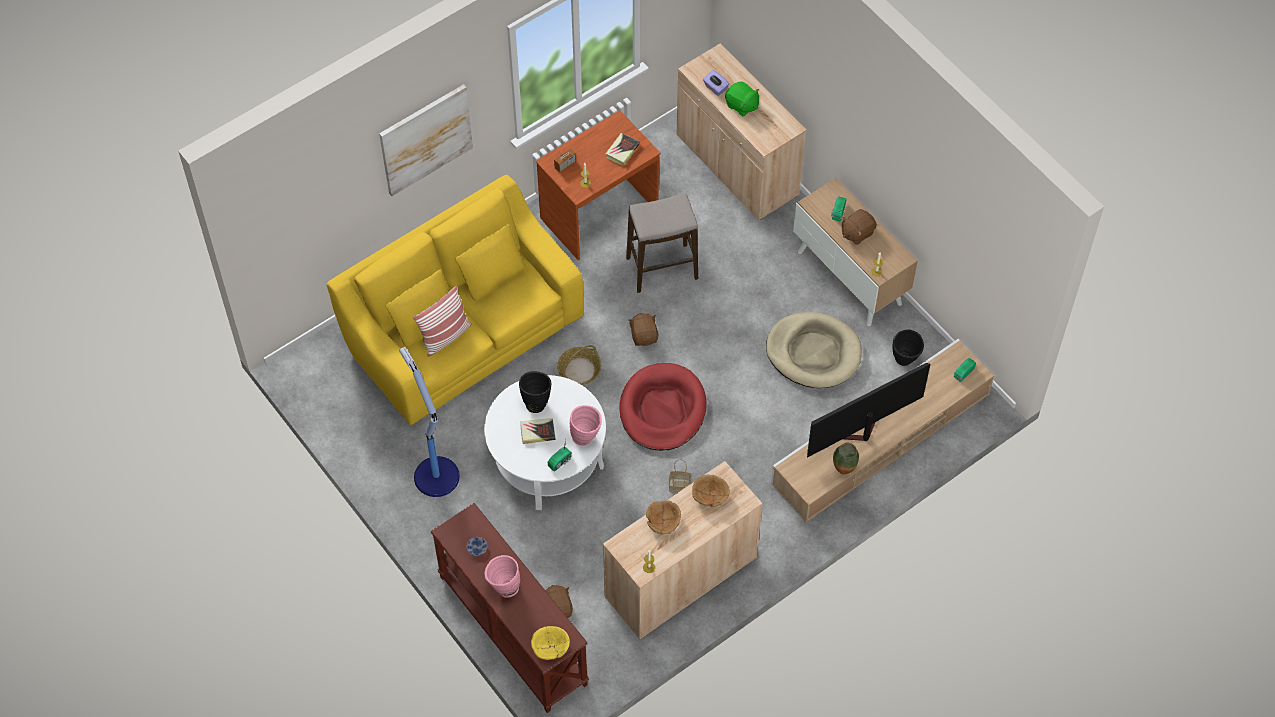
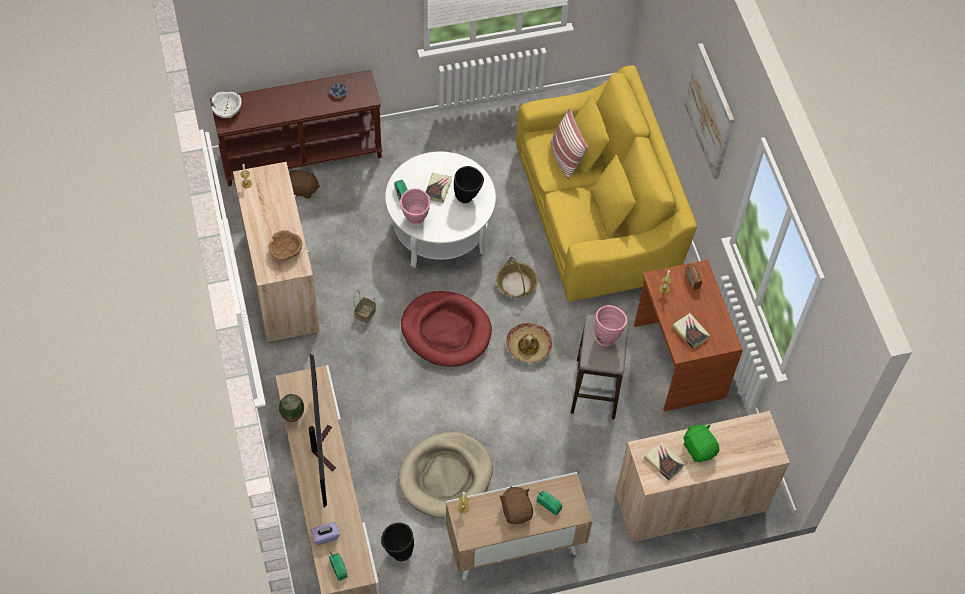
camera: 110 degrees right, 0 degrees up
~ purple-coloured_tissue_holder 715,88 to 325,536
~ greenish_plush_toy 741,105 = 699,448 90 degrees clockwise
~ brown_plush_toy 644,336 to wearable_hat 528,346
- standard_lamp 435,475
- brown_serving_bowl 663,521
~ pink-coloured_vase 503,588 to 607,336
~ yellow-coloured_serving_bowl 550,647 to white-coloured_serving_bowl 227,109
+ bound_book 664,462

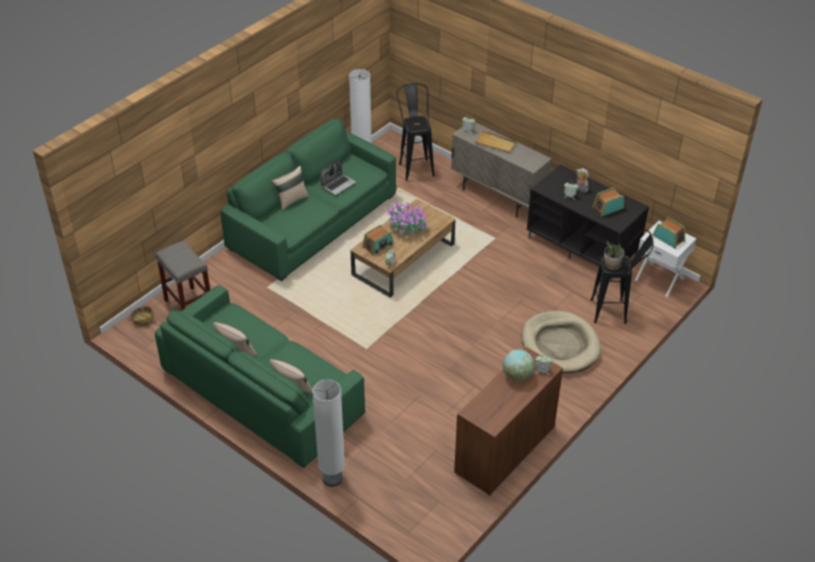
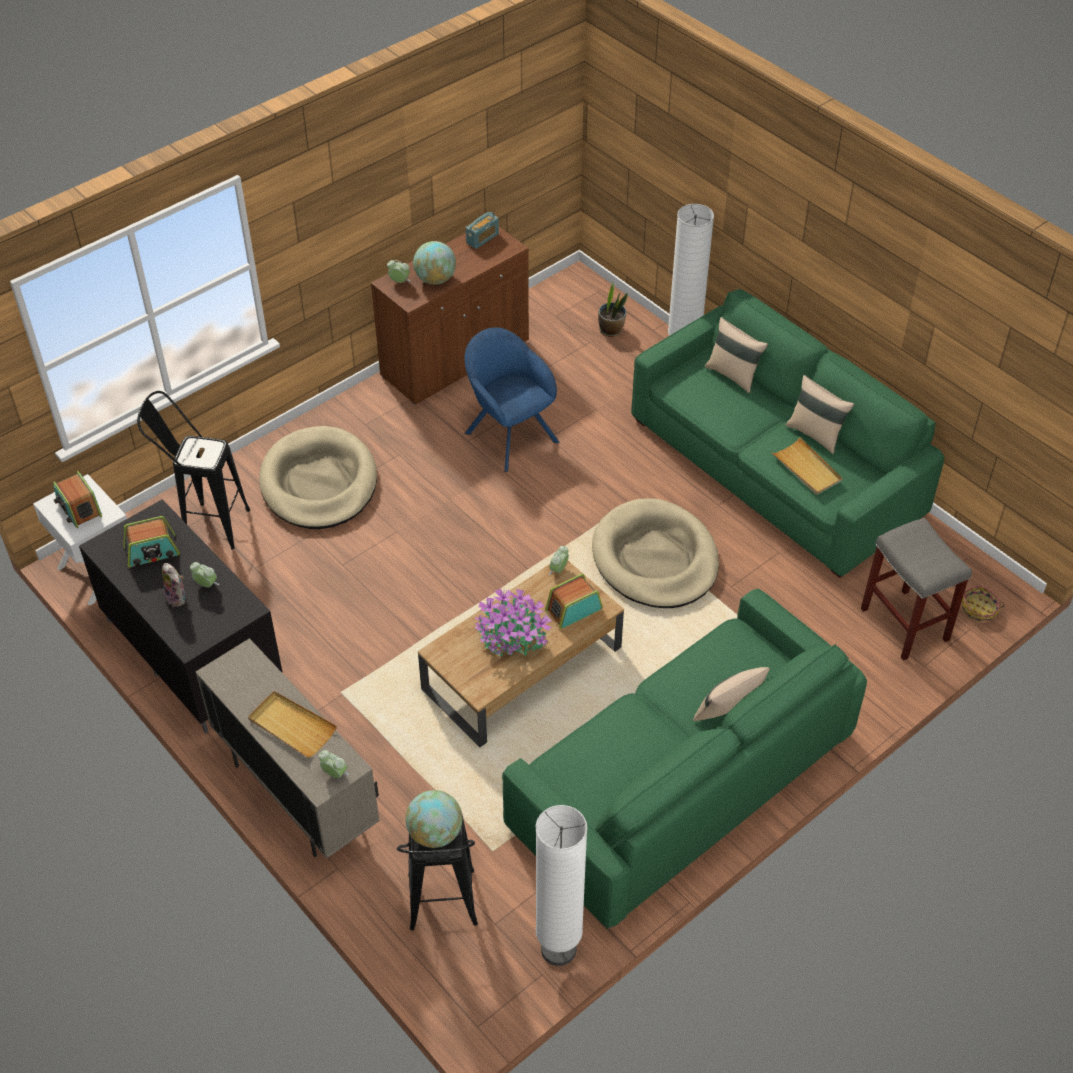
camera: 170 degrees left, 5 degrees up
- notebook_computer 338,184
~ plant_in_a_pot 612,265 to 611,330
+ radio_receiver 482,238
+ blue_armchair 509,434
+ beige-coloured_serving_tray 806,469
+ beige-coloured_pet_bed 655,559
+ world_globe 435,833

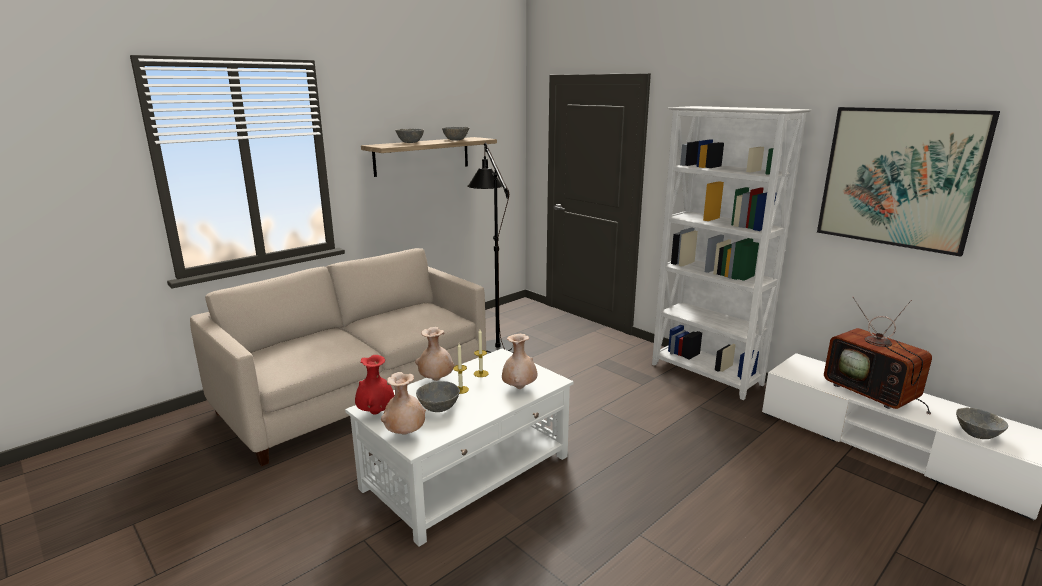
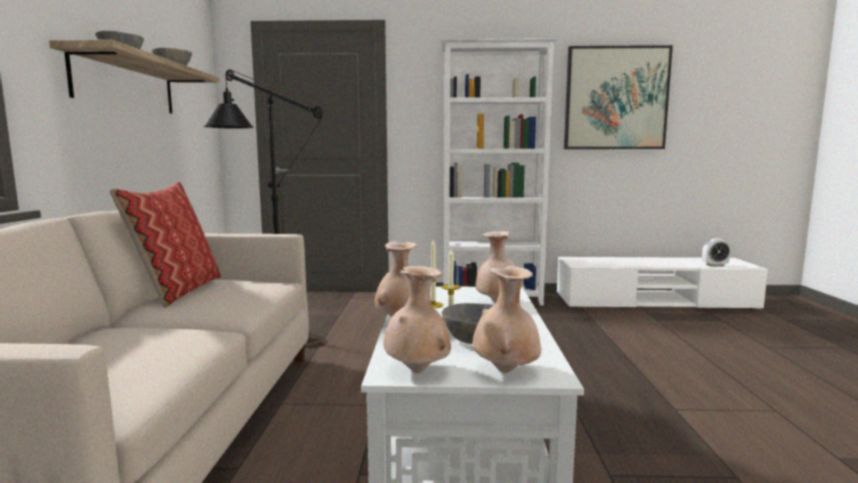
camera: 45 degrees left, 10 degrees down
- television 874,393
~ reddish_vase 376,413 to beige-coloured_vase 417,371
~ grey_serving_bowl 977,434 to bedside_clock 715,265
+ pillow 177,291

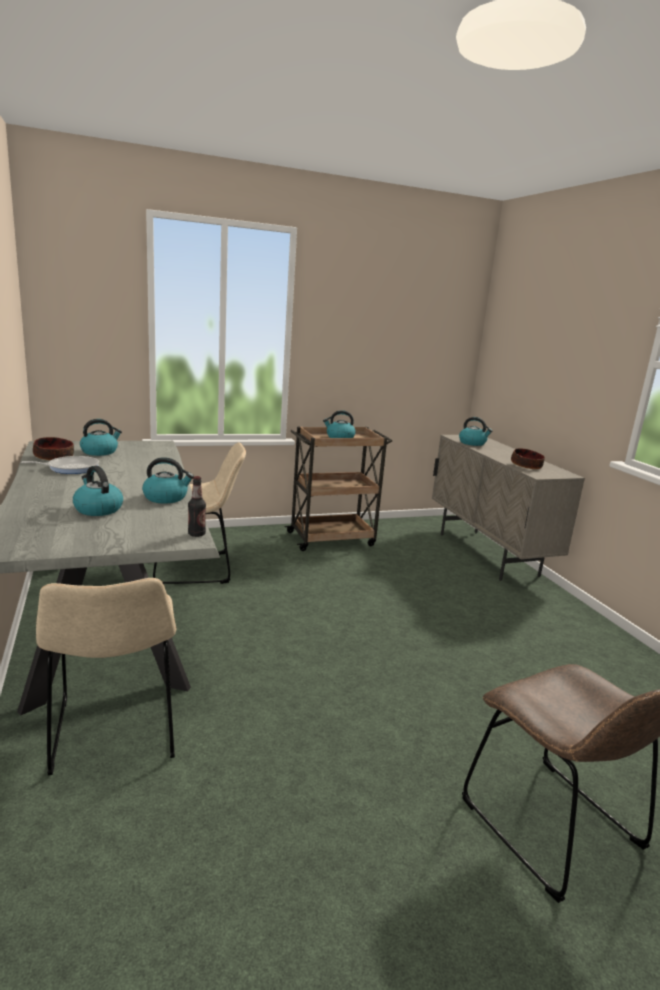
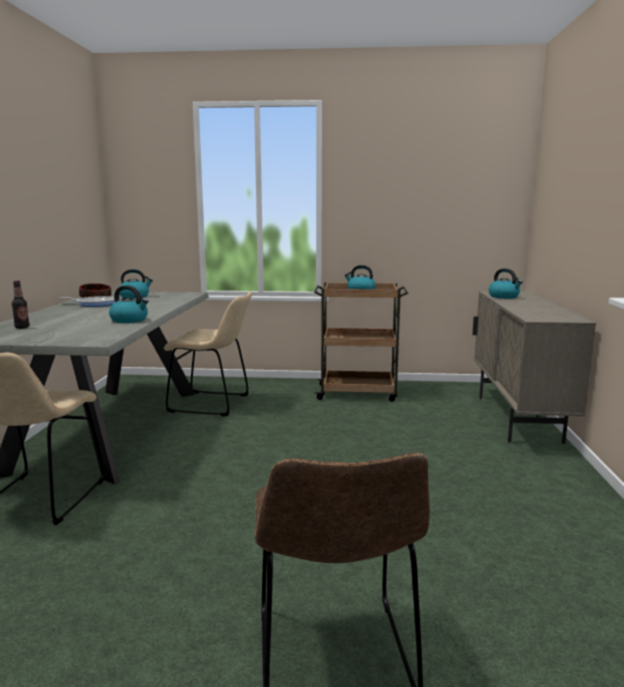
camera: 25 degrees right, 5 degrees down
- serving_bowl 526,466
- tea_kettle 97,509
~ drink_bottle 196,534 to 22,327

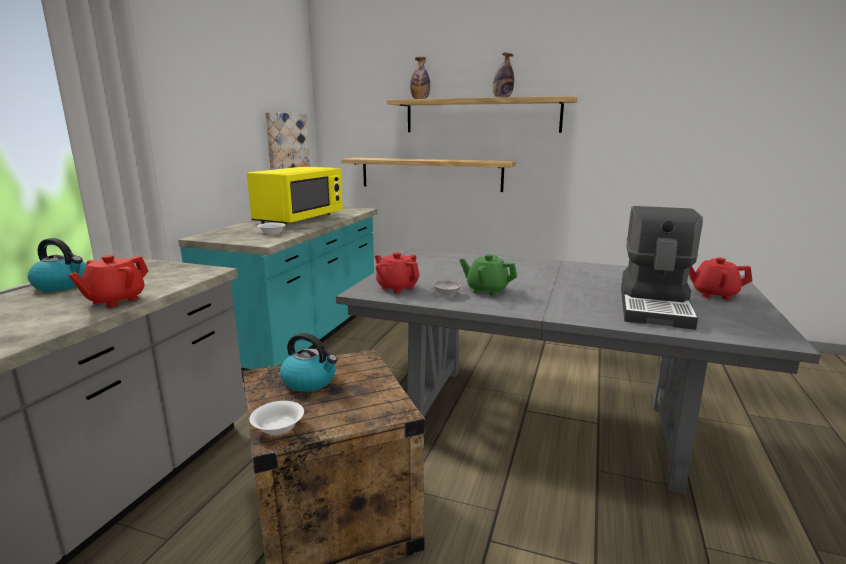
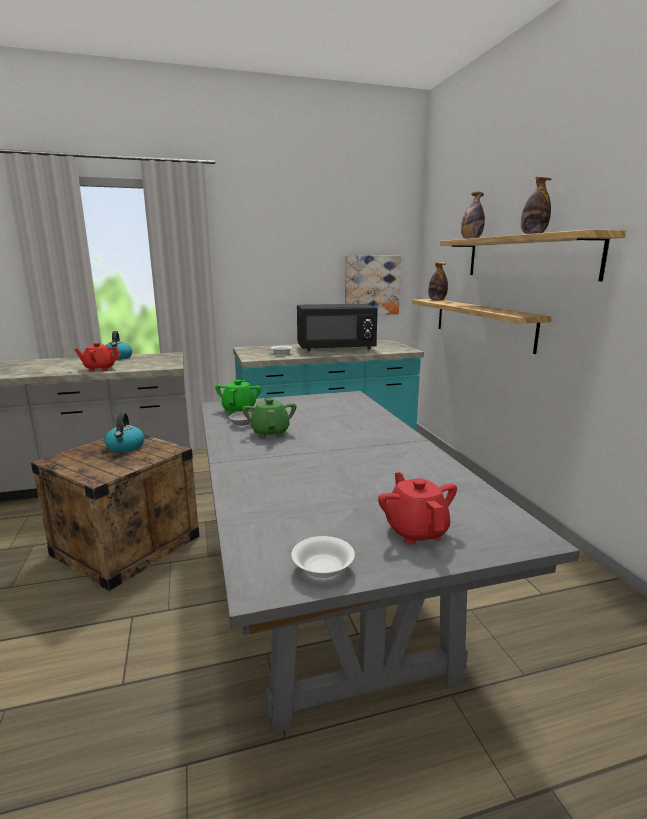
camera: 55 degrees right, 0 degrees up
~ yellow-coloured_microwave 299,219 to blackish_microwave 336,348
- coffee_machine 655,307
~ reddish_teapot 397,288 to greenish_teapot 239,410
~ white-coloured_serving_bowl 278,427 to 323,569
+ drink_bottle 437,300

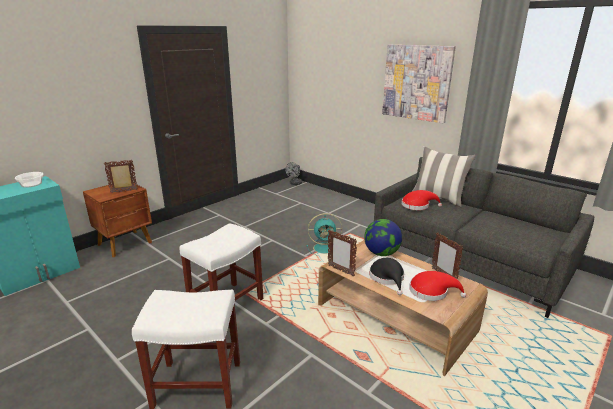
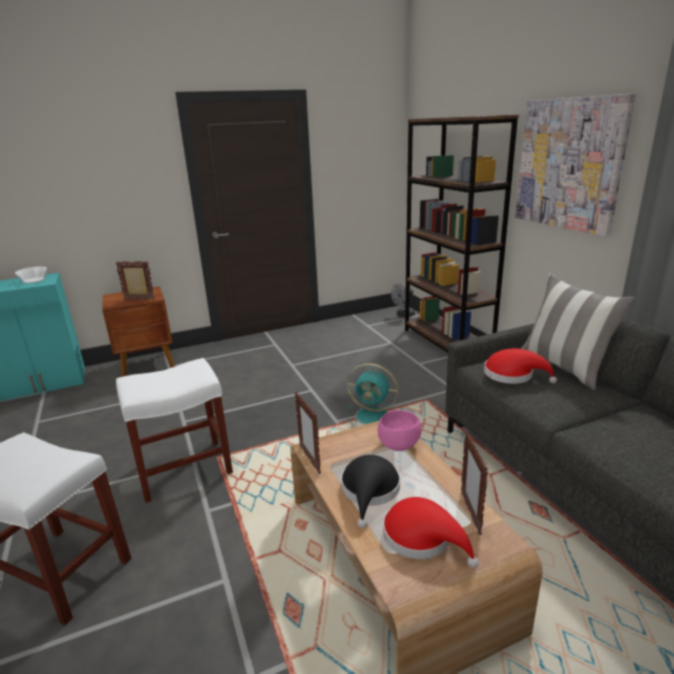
camera: 25 degrees right, 0 degrees up
~ world_globe 381,253 to pink-coloured_serving_bowl 398,445
+ brown_shelving_unit 446,343

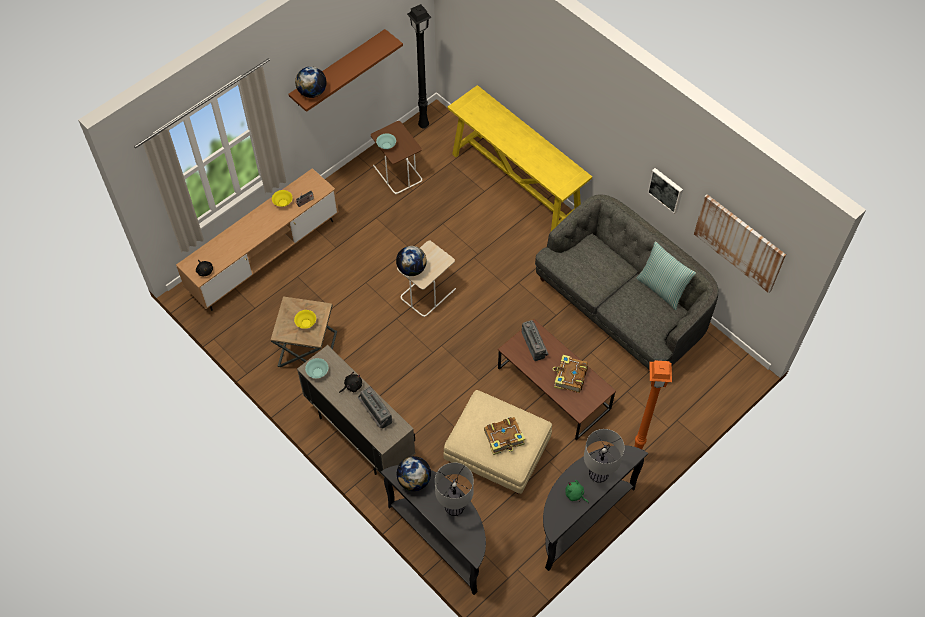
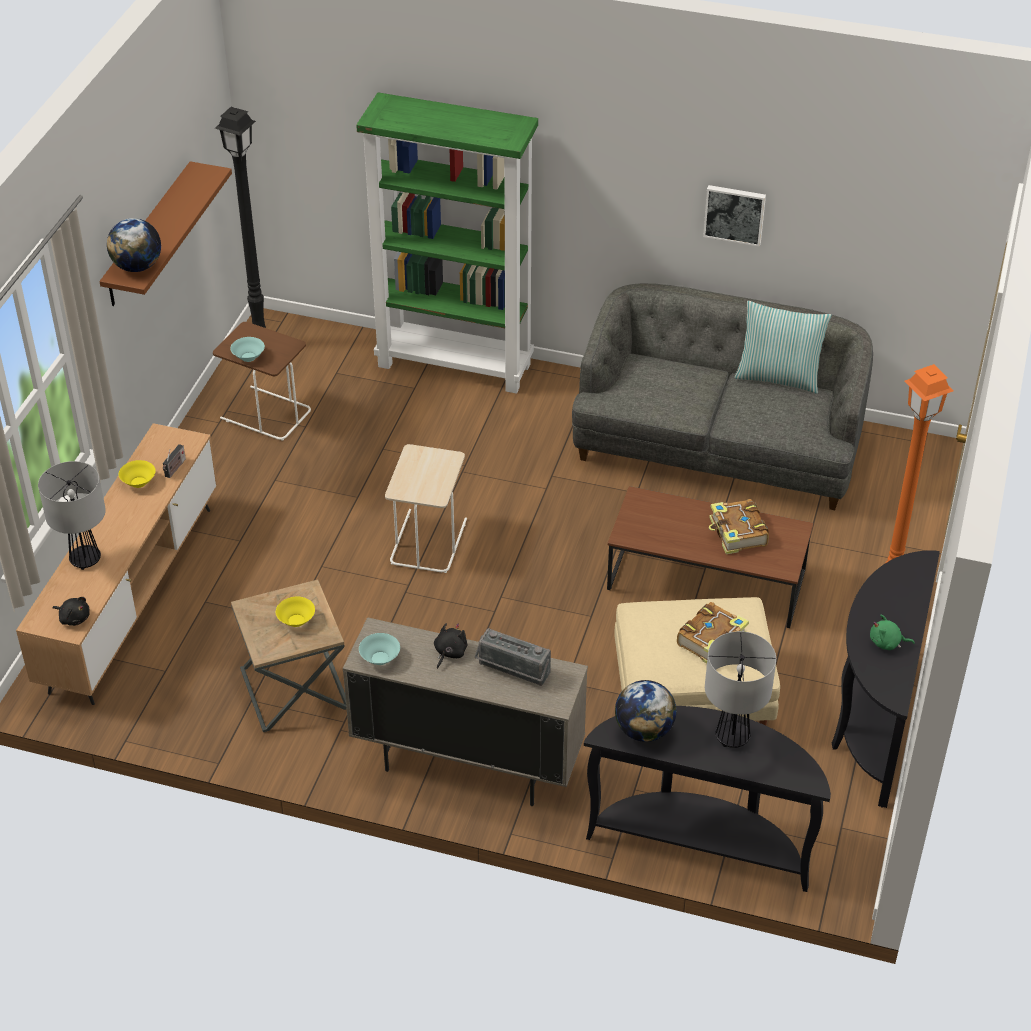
camera: 30 degrees left, 15 degrees down
~ yellow-coloured_console_table 516,185 to greenish_shelving_unit 456,365
- wall_picture 739,242
- world_globe 411,269
- radio_receiver 535,344
~ lamp_for_a_table 598,475 to 85,560

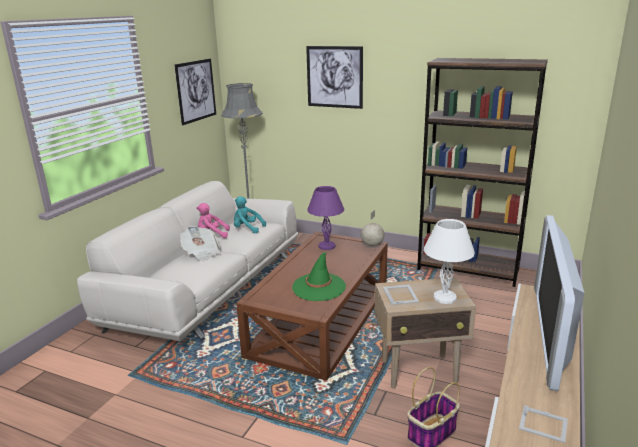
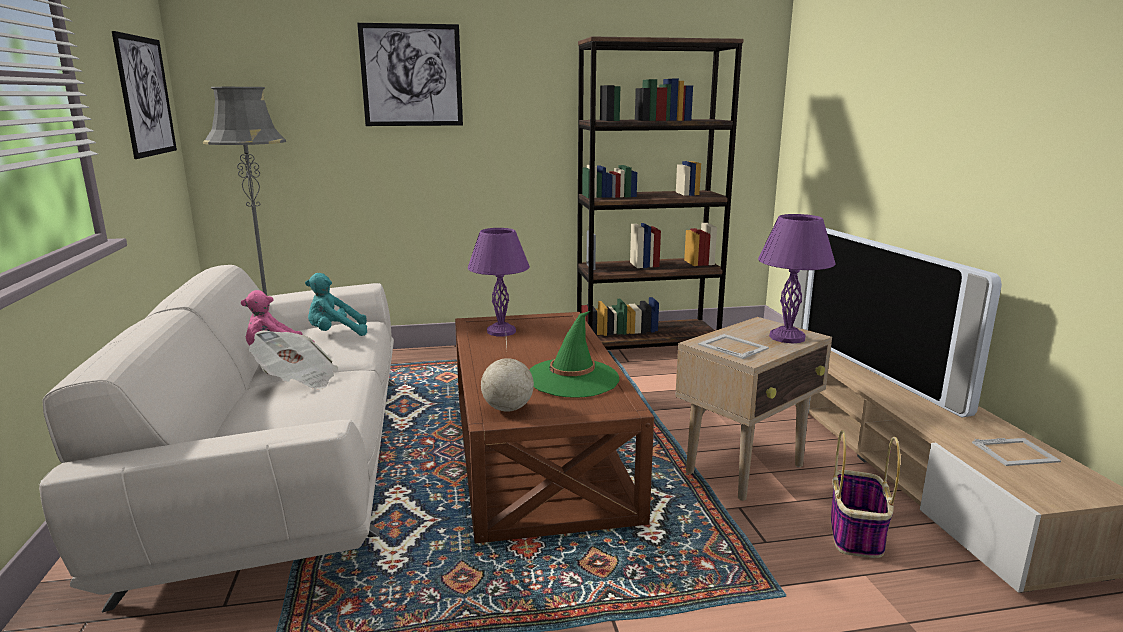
camera: 35 degrees left, 5 degrees down
~ world_globe 372,245 to 507,409
~ white-coloured_lamp_for_a_table 445,298 to purple-coloured_lamp_for_a_table 788,337

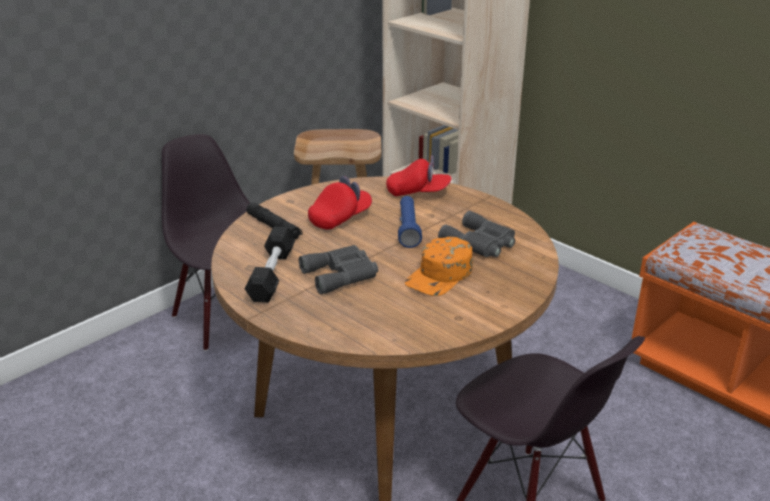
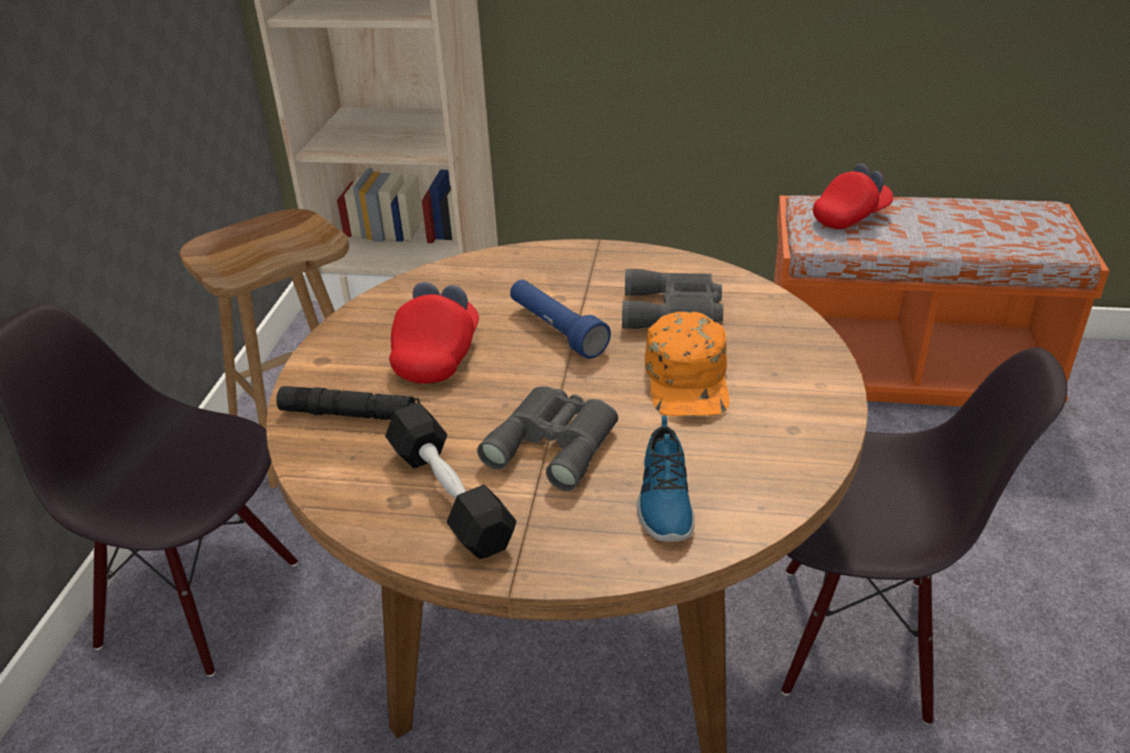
camera: 35 degrees left, 5 degrees up
~ reddish_peaked_cap 418,192 to 851,217
+ low_shoe 663,499

